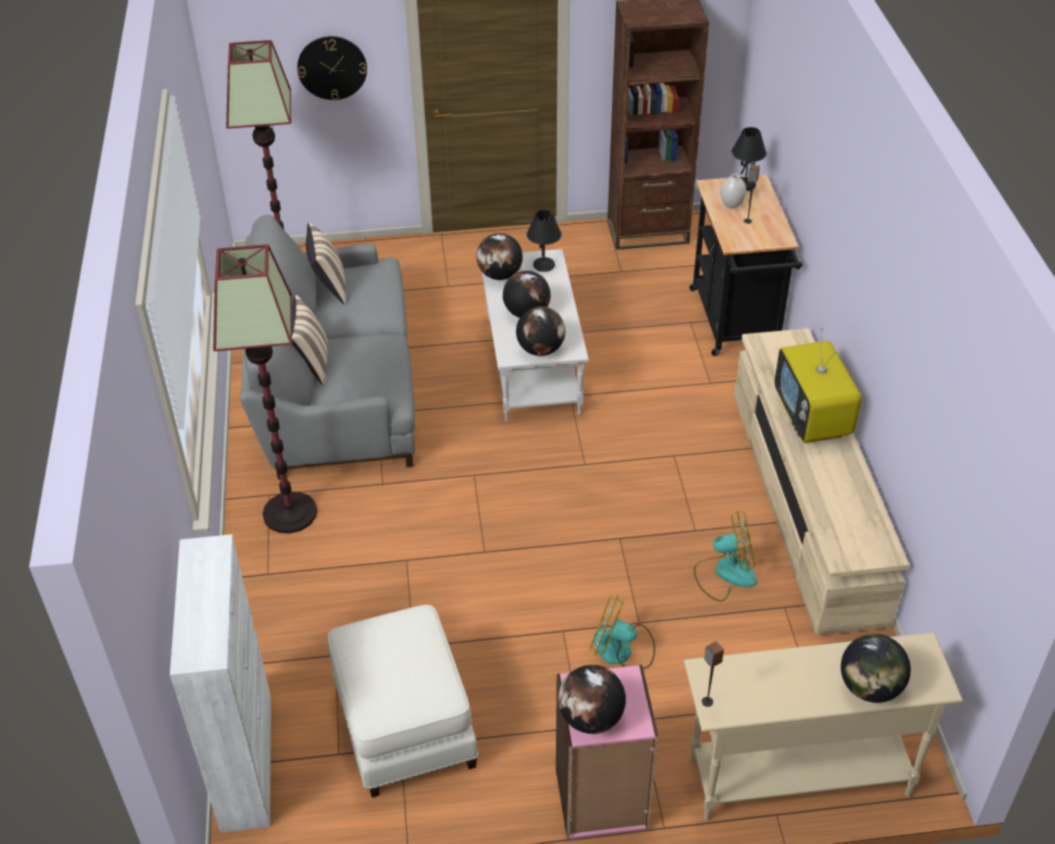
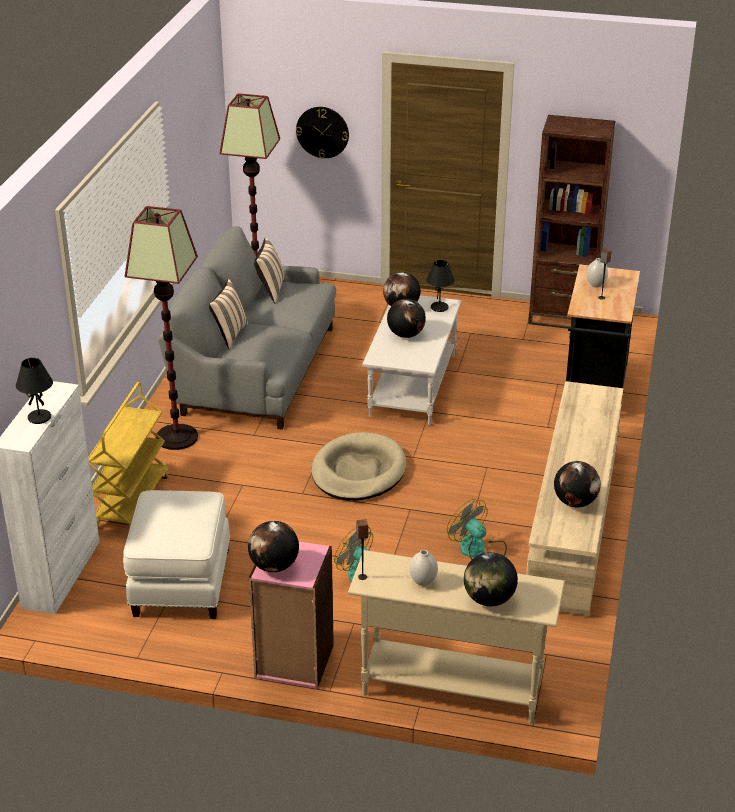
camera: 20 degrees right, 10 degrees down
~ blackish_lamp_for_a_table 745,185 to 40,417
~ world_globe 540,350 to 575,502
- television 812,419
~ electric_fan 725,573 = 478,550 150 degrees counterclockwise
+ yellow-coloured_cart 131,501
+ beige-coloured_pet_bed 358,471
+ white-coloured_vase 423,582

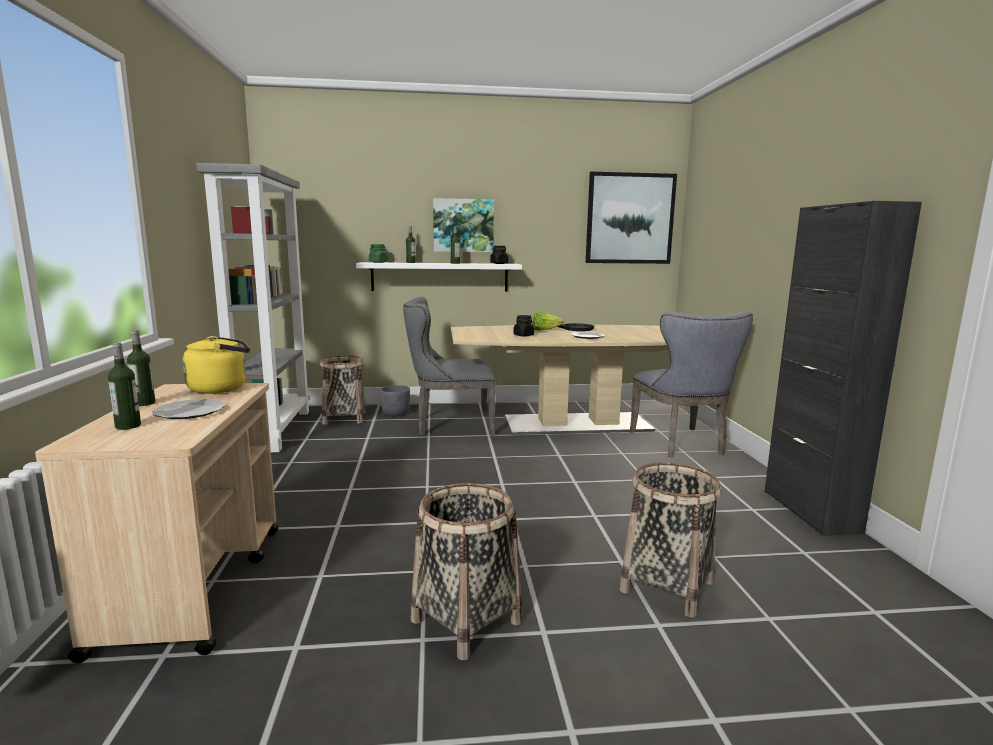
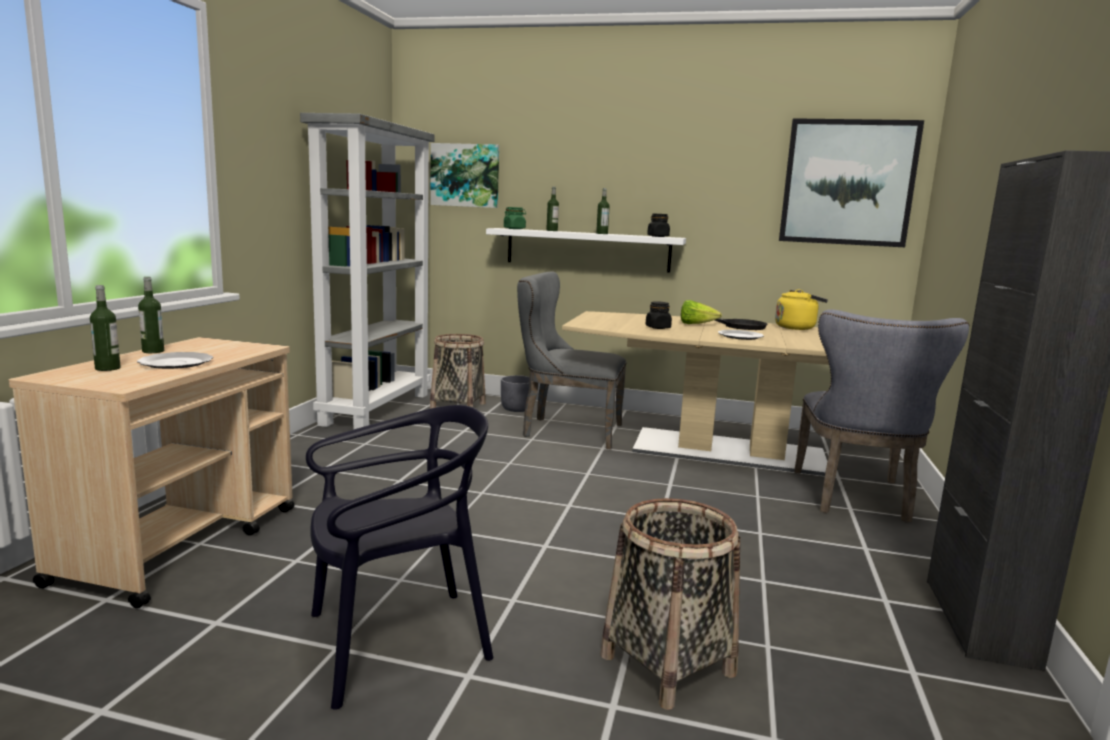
camera: 20 degrees right, 0 degrees up
~ wall_picture 463,225 to 465,175
~ yellow-coloured_tea_kettle 221,388 to 797,328
~ basket 466,621 to blackish_upright_chair 396,642

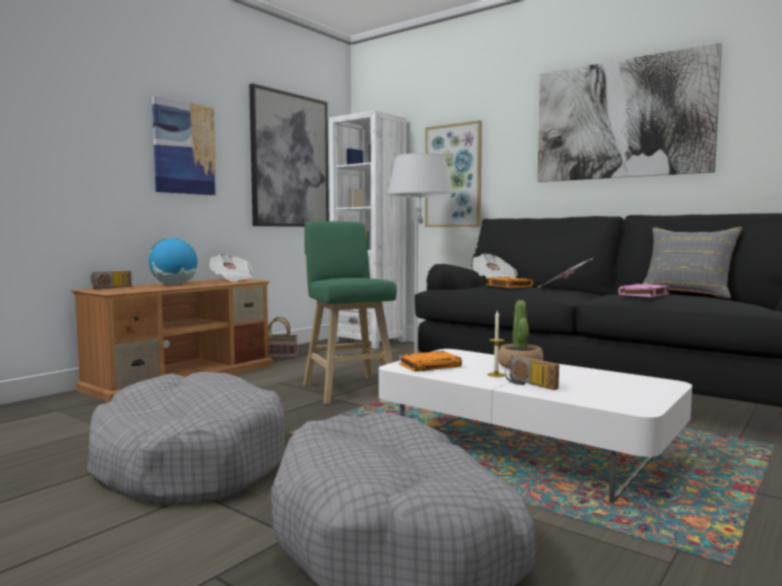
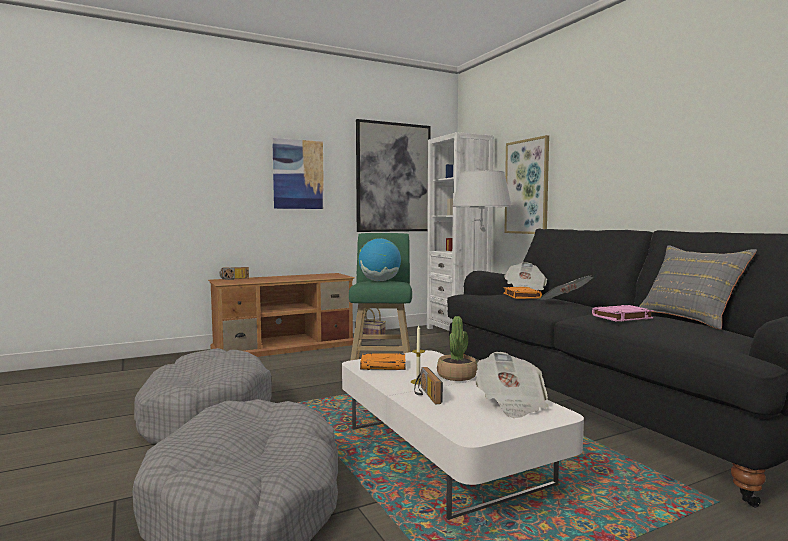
camera: 25 degrees right, 0 degrees up
- wall_picture 621,119
~ world_globe 174,284 to 379,281
~ newspaper 231,279 to 510,403

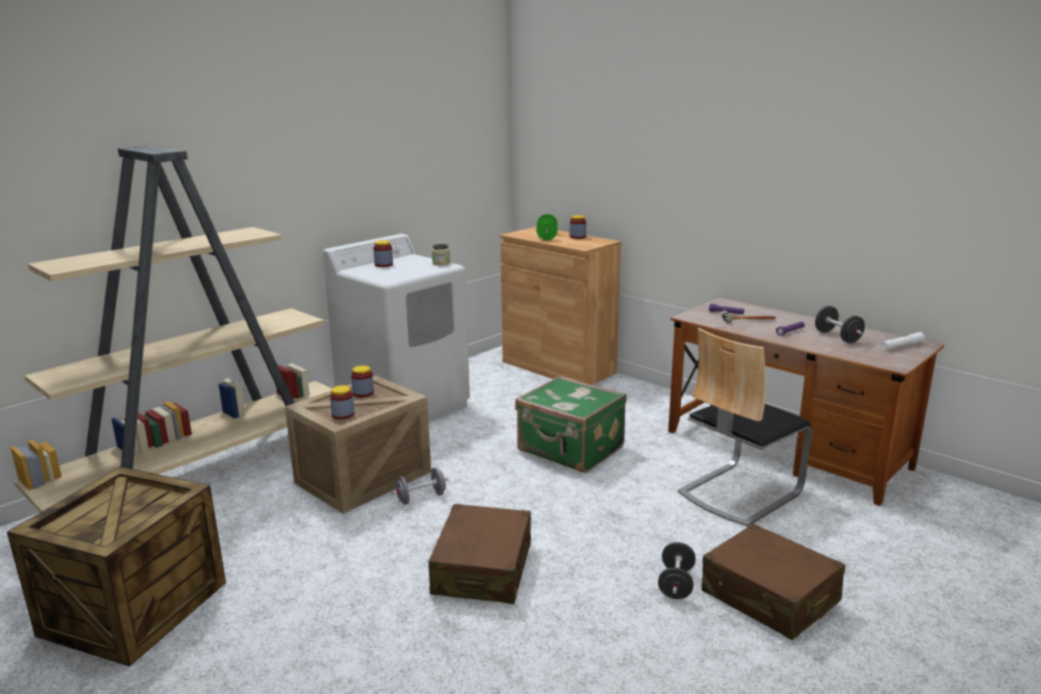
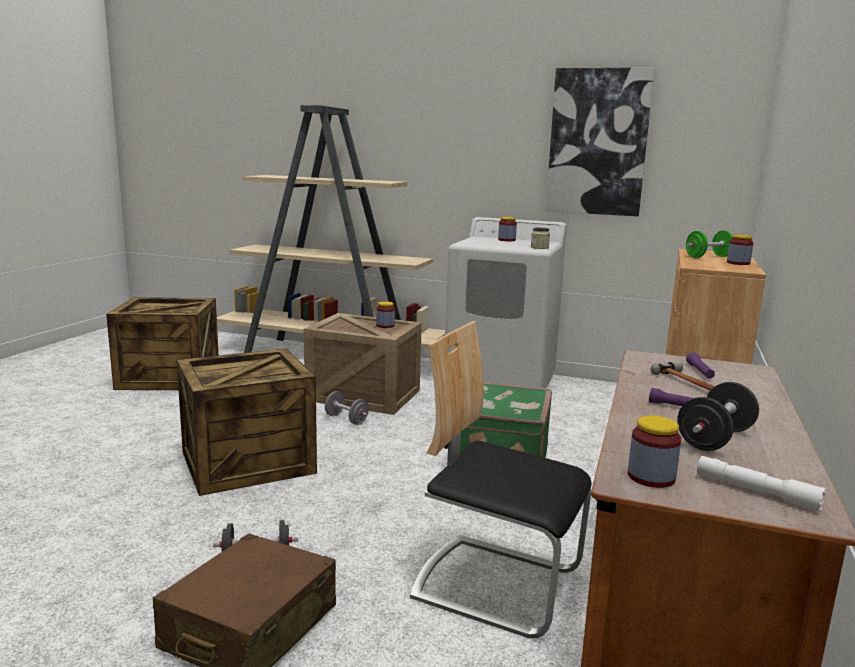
camera: 65 degrees right, 5 degrees down
~ preserve_jar 343,414 to 651,477
~ brown_piece_of_luggage 483,569 to packing_crate 248,461
+ wall_picture 598,142

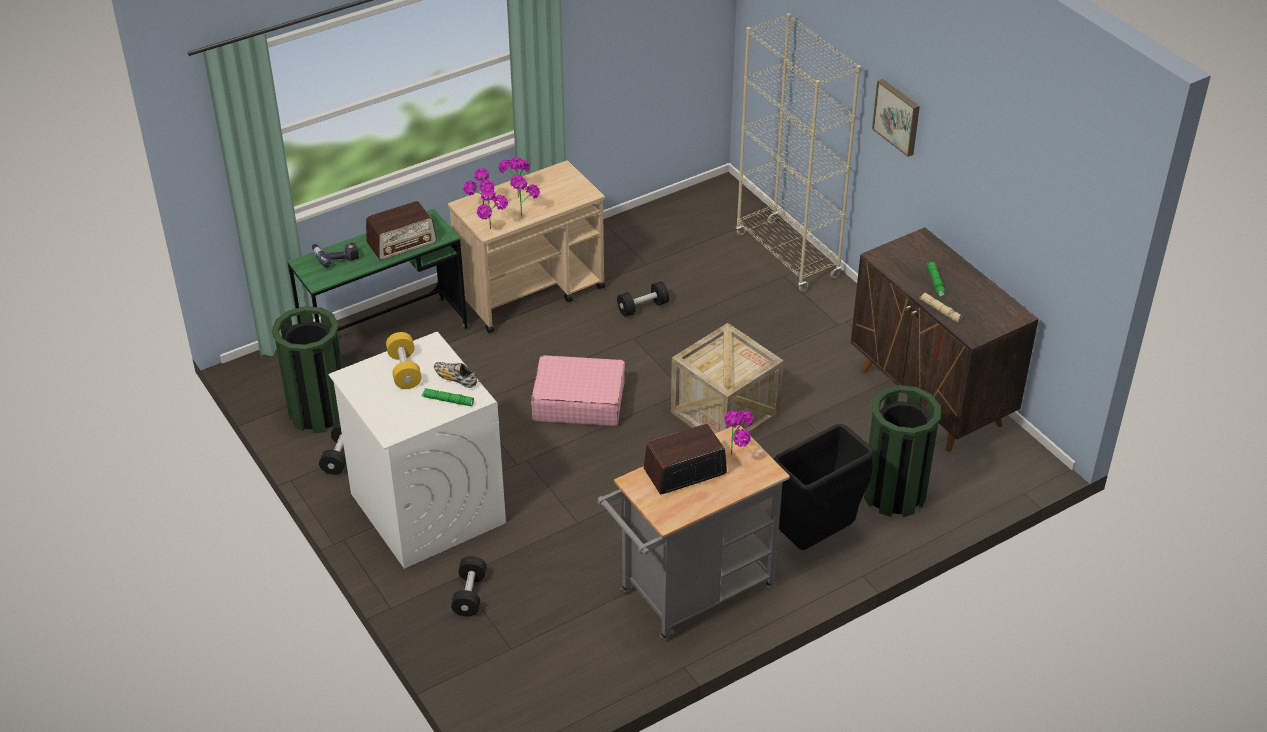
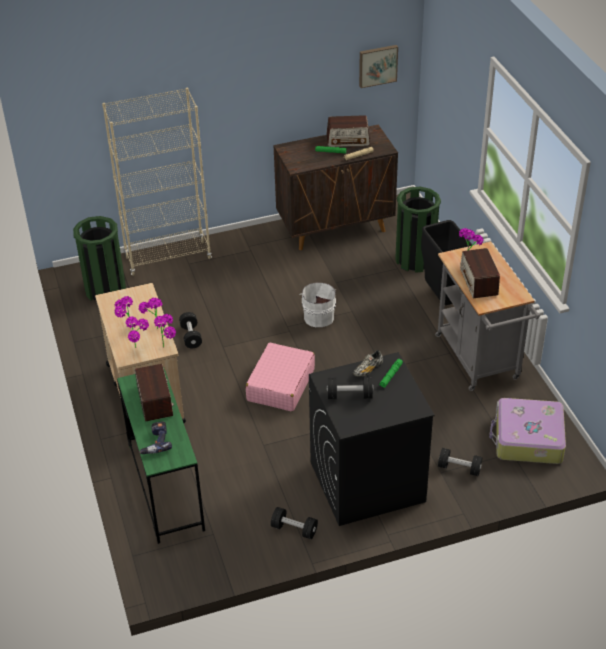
camera: 75 degrees left, 0 degrees up
~ wall_picture 898,116 to 377,65
~ greenish_rubbish_bin 319,412 to 105,290
~ packing_crate 725,413 to white-coloured_pail 318,316
~ white-coloured_laundry_machine 426,507 to blackish_laundry_machine 366,482
~ yellow-coloured_hand_weight 404,370 to blackish_hand_weight 349,395
+ radio_receiver 348,140
+ piece_of_luggage 527,439

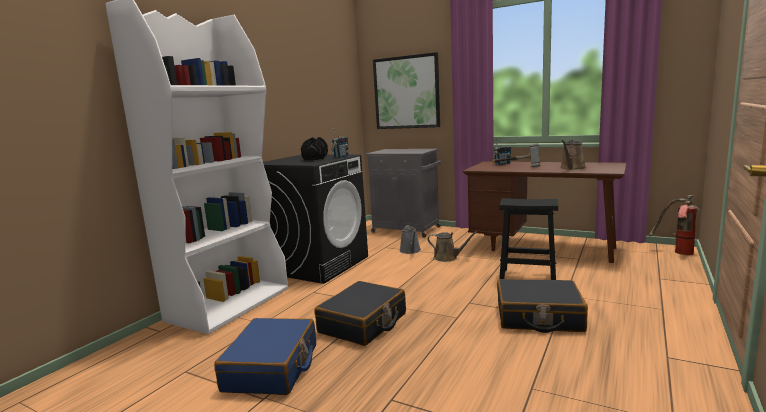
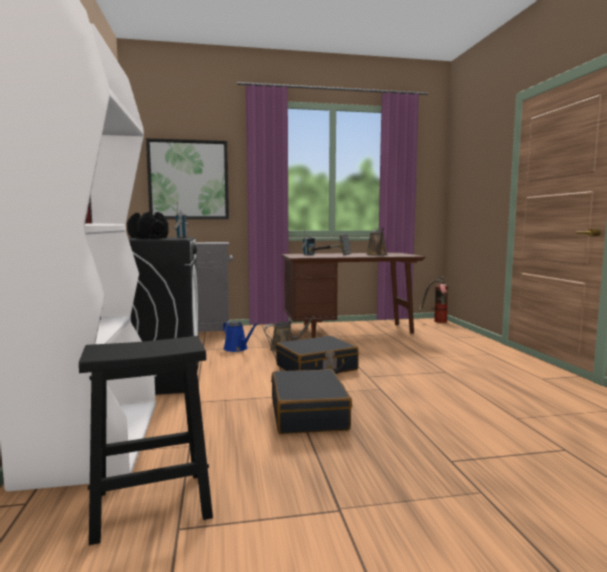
camera: 40 degrees left, 5 degrees down
~ blackish_stool_seat 526,278 to 149,505
~ grey_watering_pot 410,251 to blue_watering_pot 237,349
~ blackish_piece_of_luggage 538,317 to 316,368
- blue_piece_of_luggage 272,368

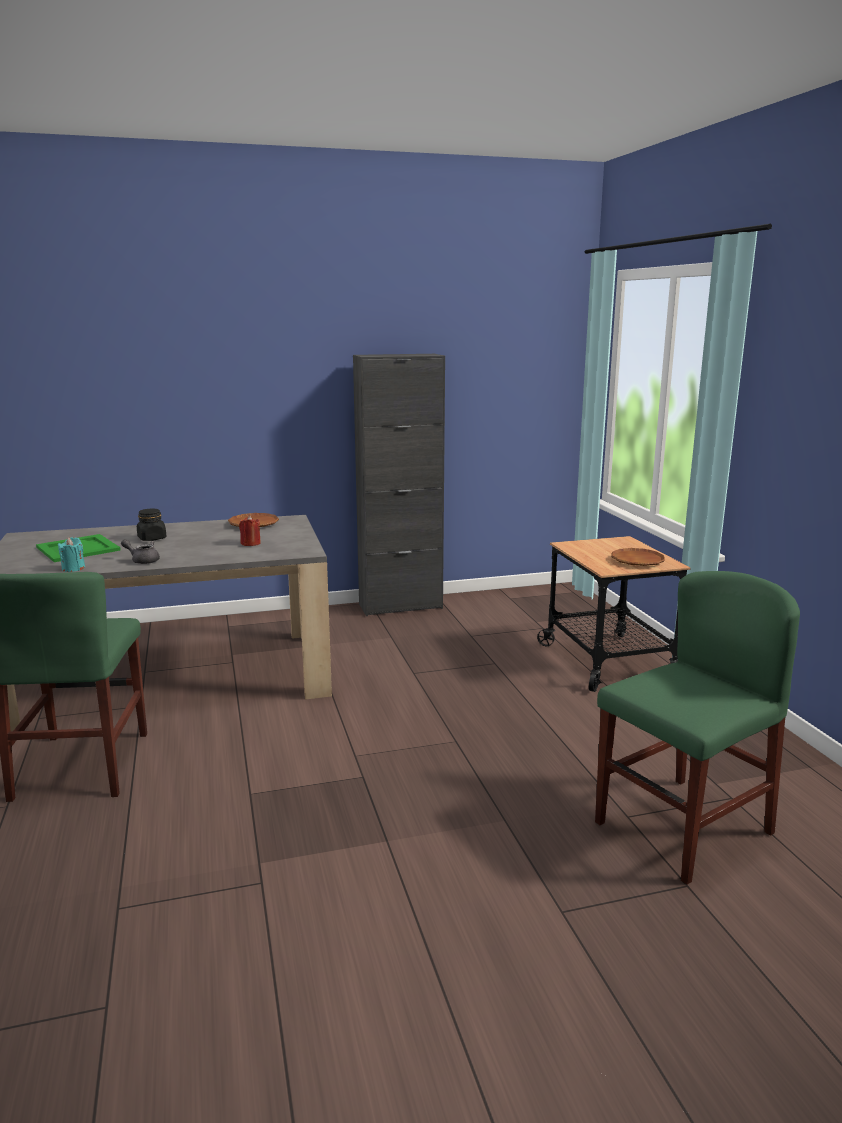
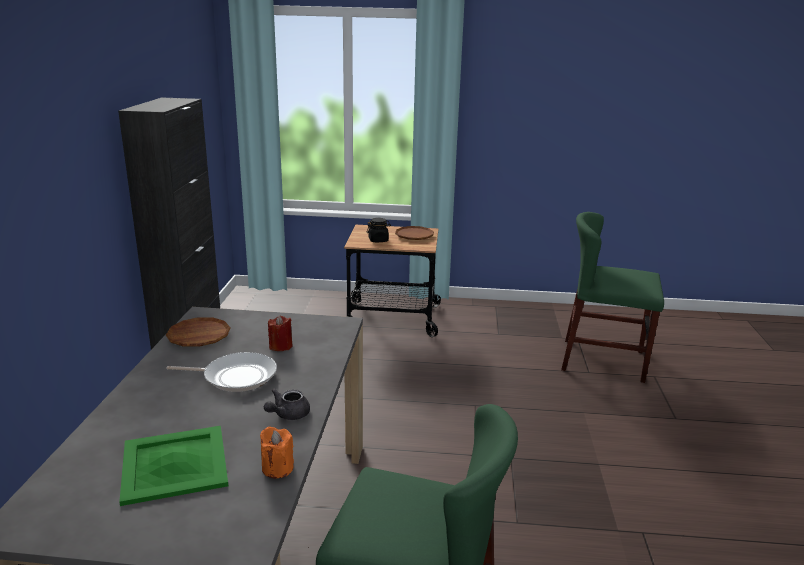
camera: 70 degrees left, 5 degrees up
~ blackish_preserve_jar 152,538 to 378,240
~ turquoise_wax_candle 73,568 to orangey_wax_candle 277,468
~ greenish_upright_chair 683,827 = 603,360 60 degrees counterclockwise
+ pan 236,377

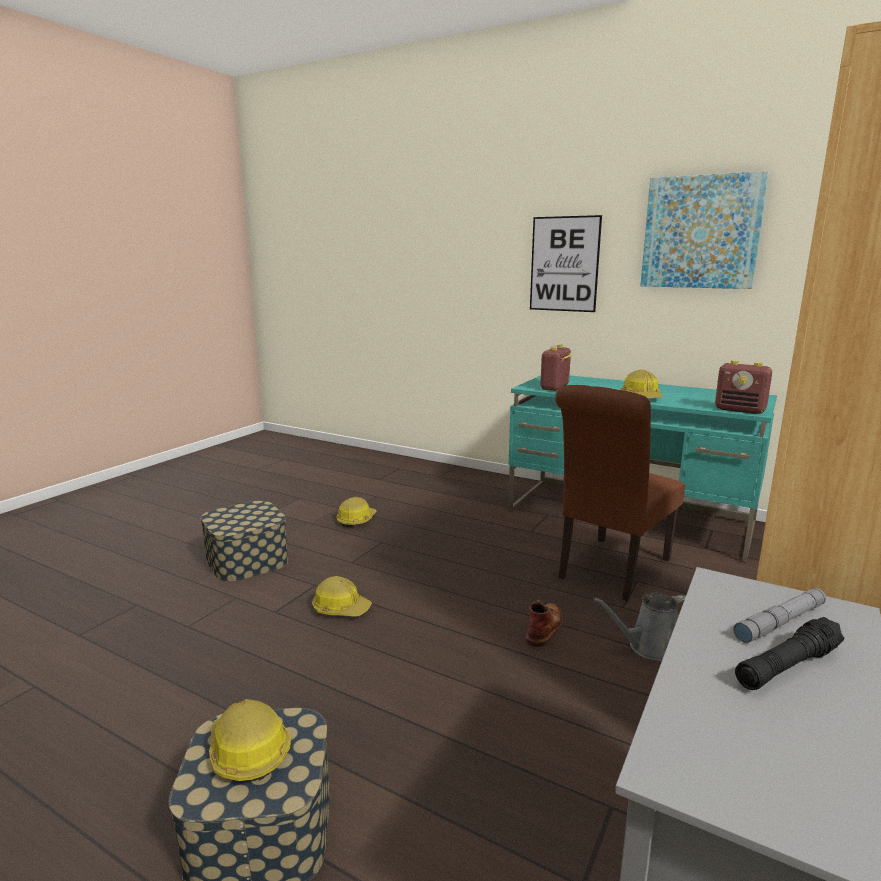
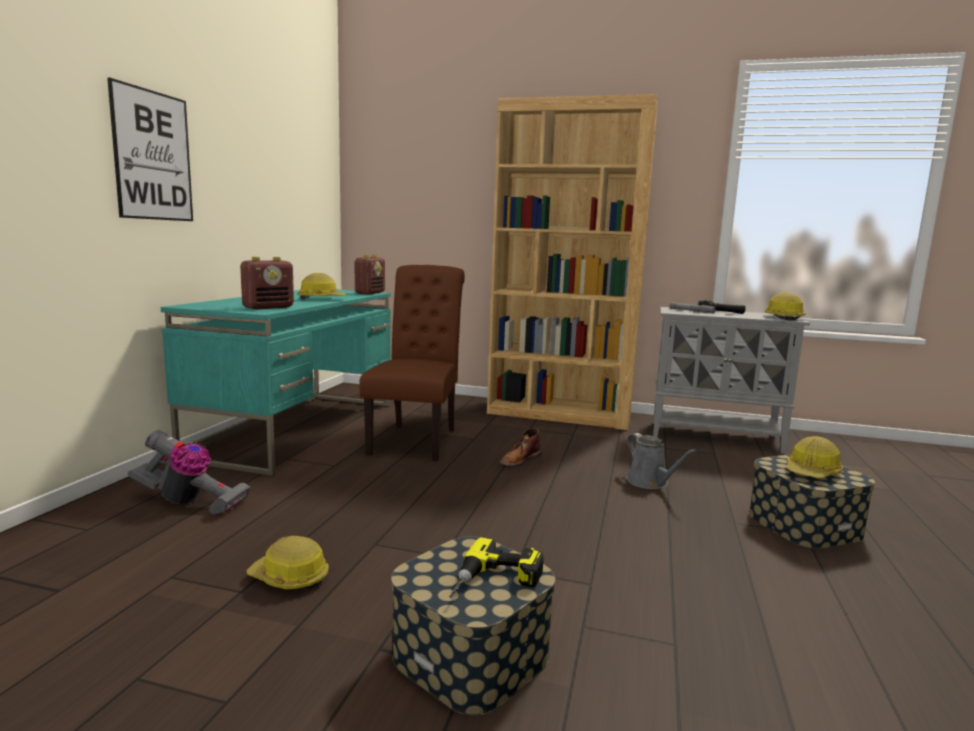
camera: 105 degrees left, 5 degrees down
- wall_picture 701,232
~ radio_receiver 554,388 = 269,307 60 degrees counterclockwise
~ brown_upright_chair 610,571 = 416,439 105 degrees counterclockwise
~ hard_hat 340,608 to 782,317
~ grey_watering_pot 649,647 to 650,482
~ brown_boot 545,627 = 519,459 60 degrees counterclockwise
+ hoover 190,502
+ electric_drill 495,583

